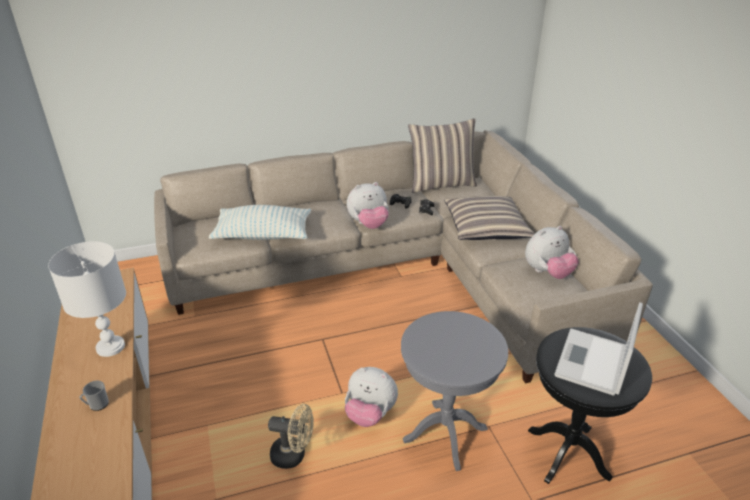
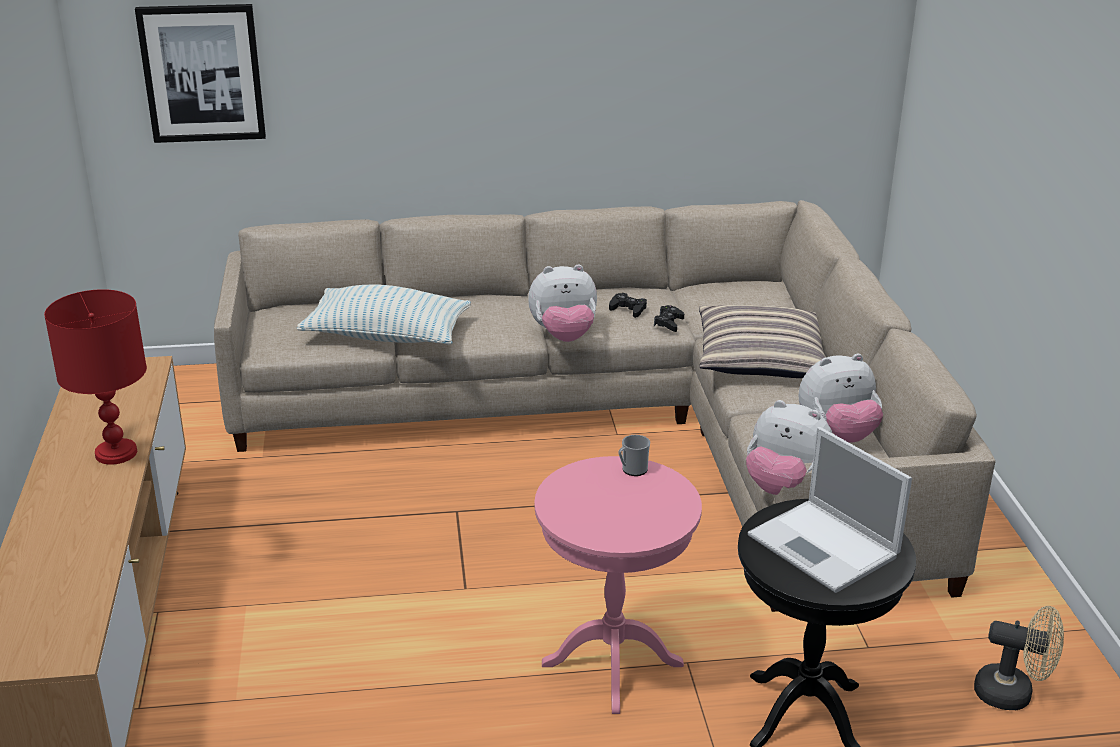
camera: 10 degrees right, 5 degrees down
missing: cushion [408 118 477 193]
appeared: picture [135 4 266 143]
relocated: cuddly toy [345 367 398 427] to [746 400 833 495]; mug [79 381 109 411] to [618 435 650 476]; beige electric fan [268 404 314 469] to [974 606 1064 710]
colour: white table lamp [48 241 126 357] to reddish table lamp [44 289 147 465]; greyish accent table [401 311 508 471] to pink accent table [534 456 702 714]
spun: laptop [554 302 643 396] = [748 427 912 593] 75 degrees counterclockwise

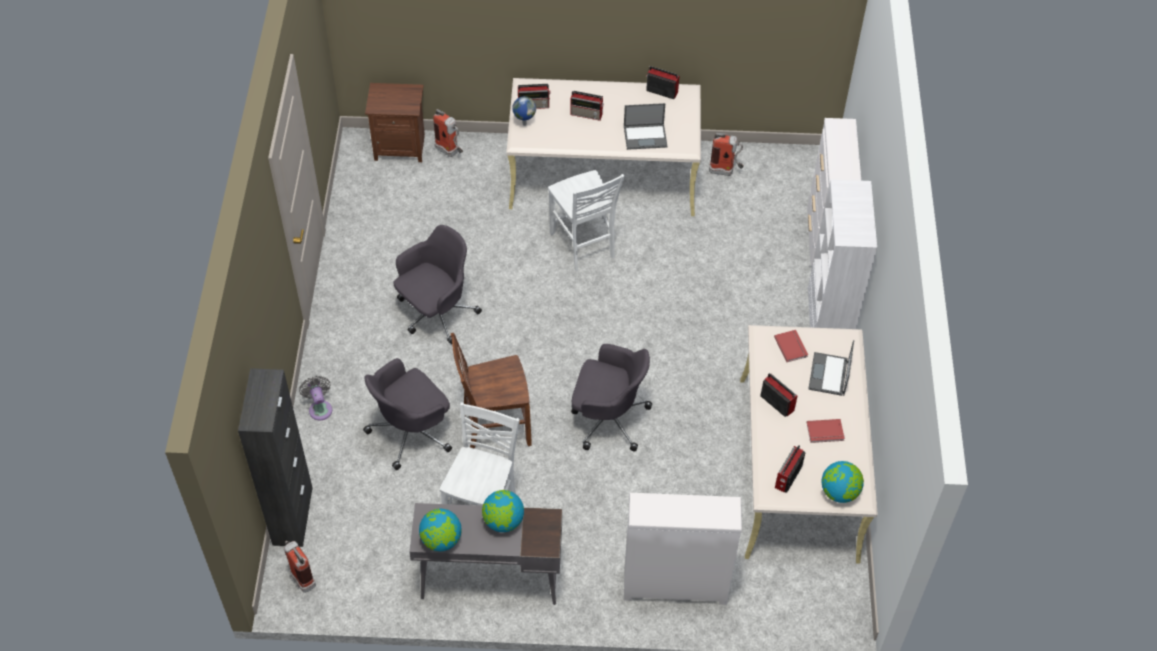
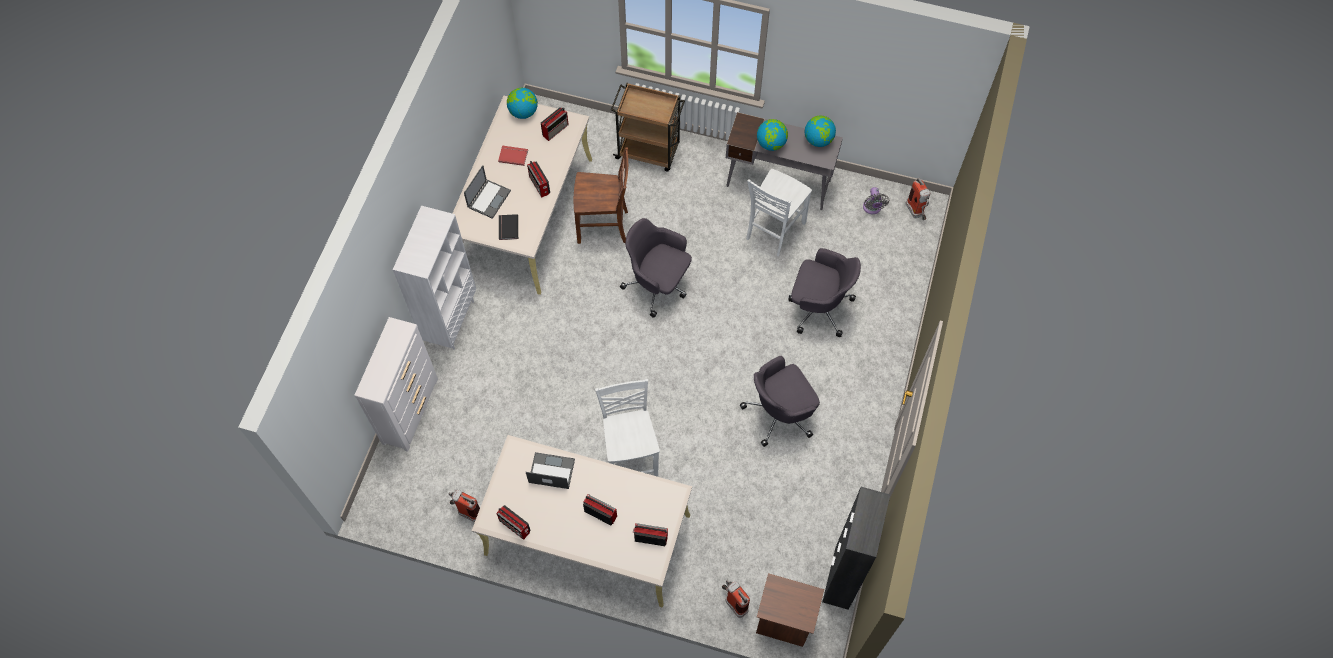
camera: 165 degrees left, 10 degrees up
missing: globe [512 96 536 126]
relocated: brown-coloured upright chair [451 333 532 449] to [574 147 628 244]; blackish cabinet [238 368 313 547] to [822 487 890 610]; greyish electric fan [299 376 332 421] to [863 187 889 214]
exchanged: white chest of drawers [624 493 742 605] to brown-coloured trolley [611 82 685 172]
colour: reddish bound book [774 330 808 362] to blackish bound book [499 214 518 240]
spun: greyish desk chair [363 358 452 470] = [788 248 861 337] 45 degrees clockwise

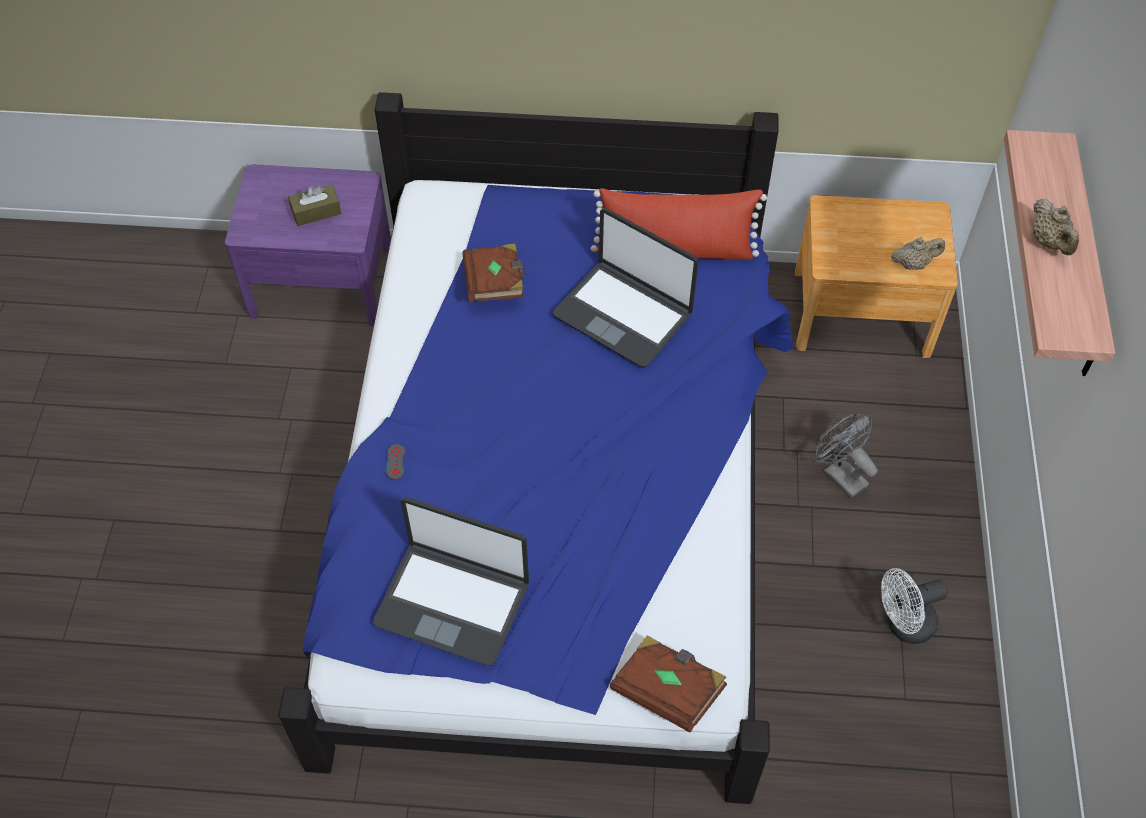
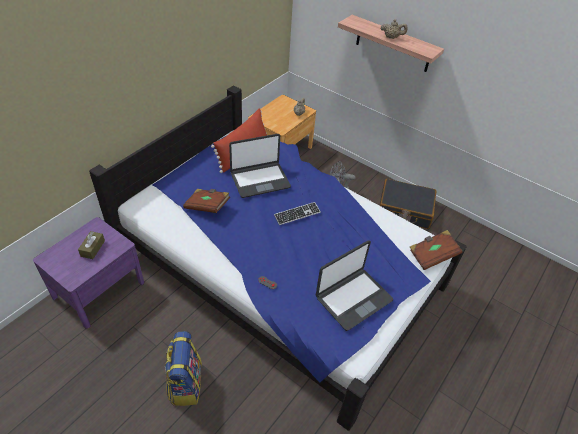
camera: 60 degrees left, 10 degrees down
appeared: computer keyboard [274 202 321 225]; rucksack [165 331 202 406]
exchanged: white electric fan [881 568 948 644] to blackish travel case [380 178 437 229]

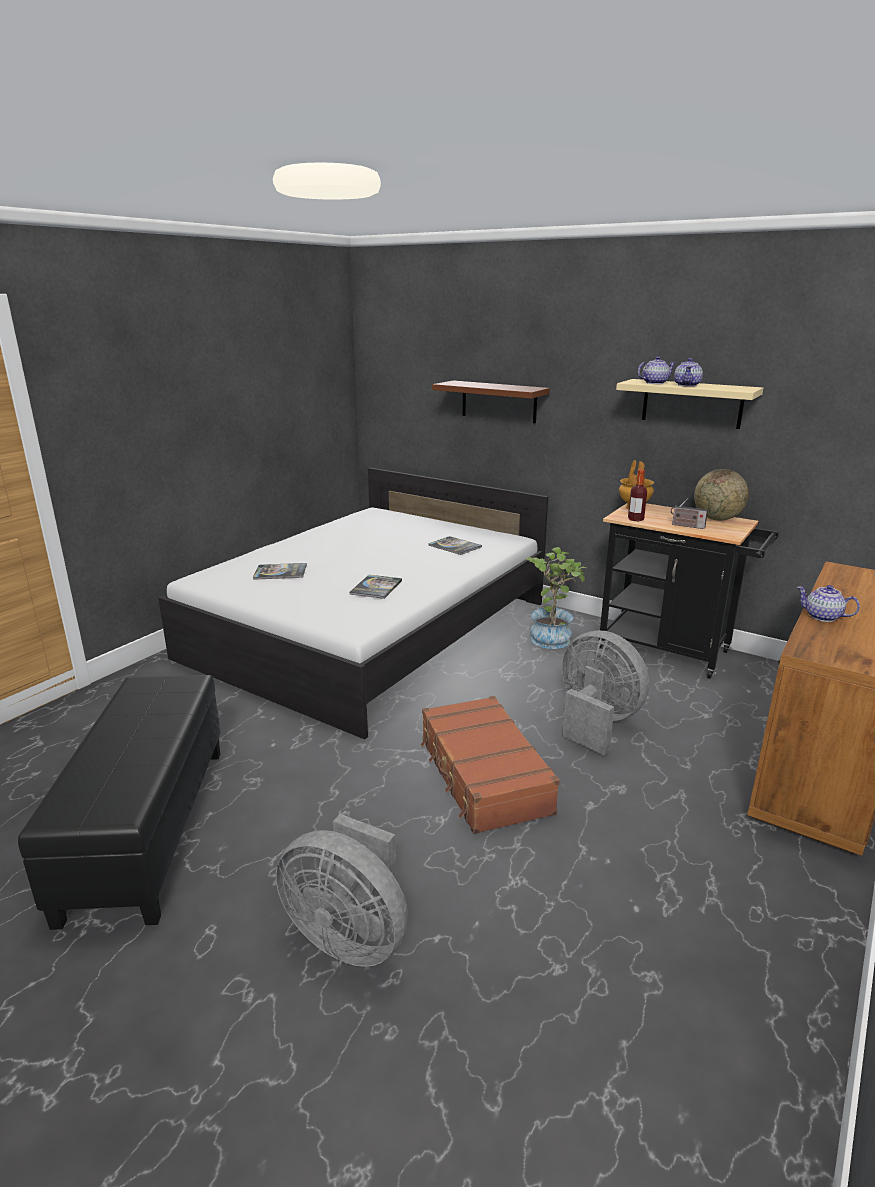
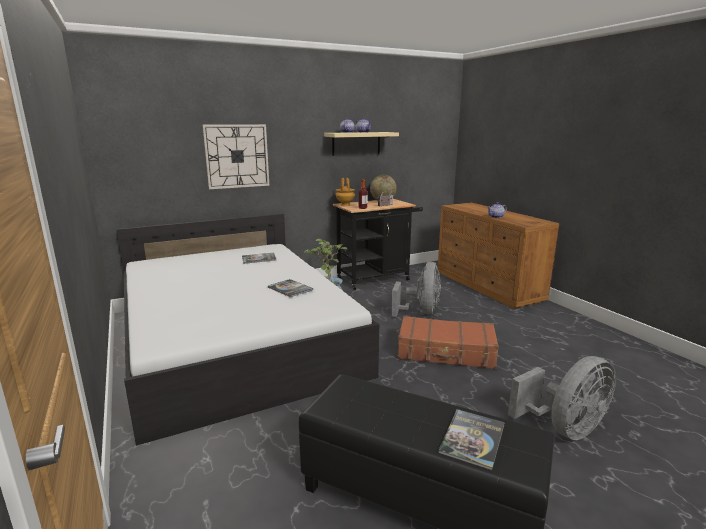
camera: 60 degrees left, 5 degrees down
relocated: bound book [253 563 307 580] to [438 409 505 471]
exchanged: brown-coloured wall shelf [432 380 550 423] to wall clock [202 124 269 189]
spun: greyish electric fan [562 630 649 755] = [391 262 441 317] 120 degrees clockwise

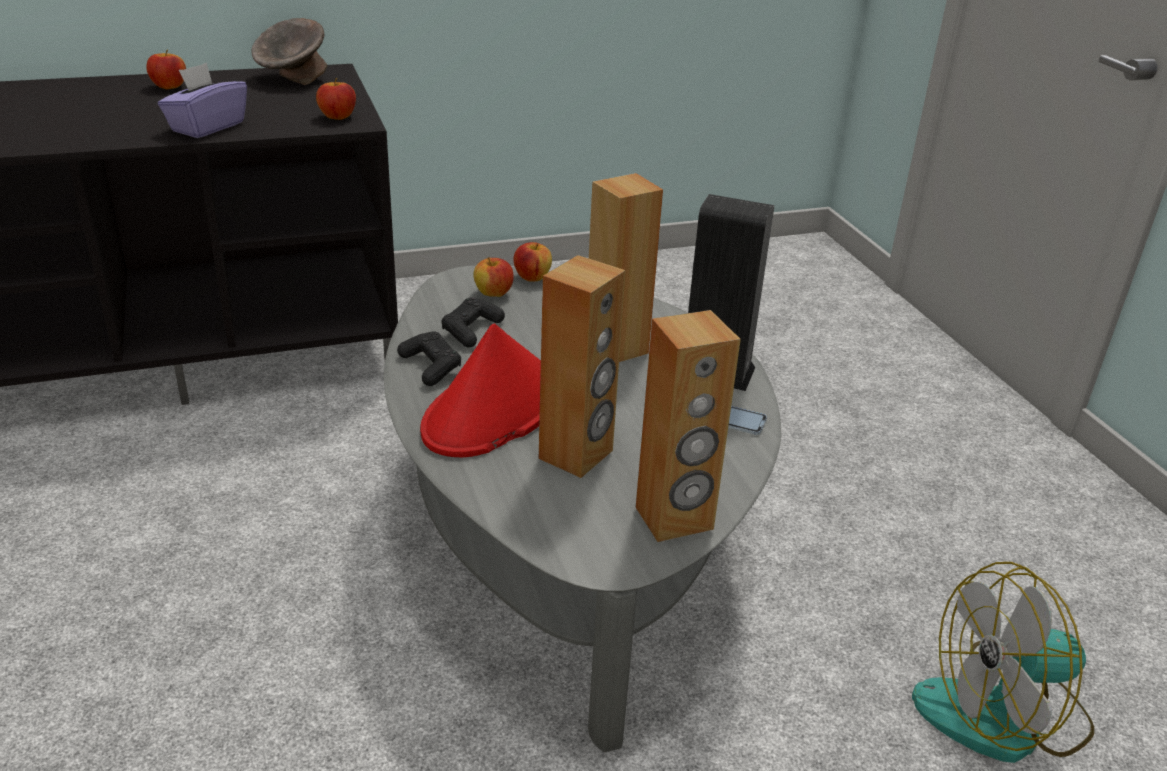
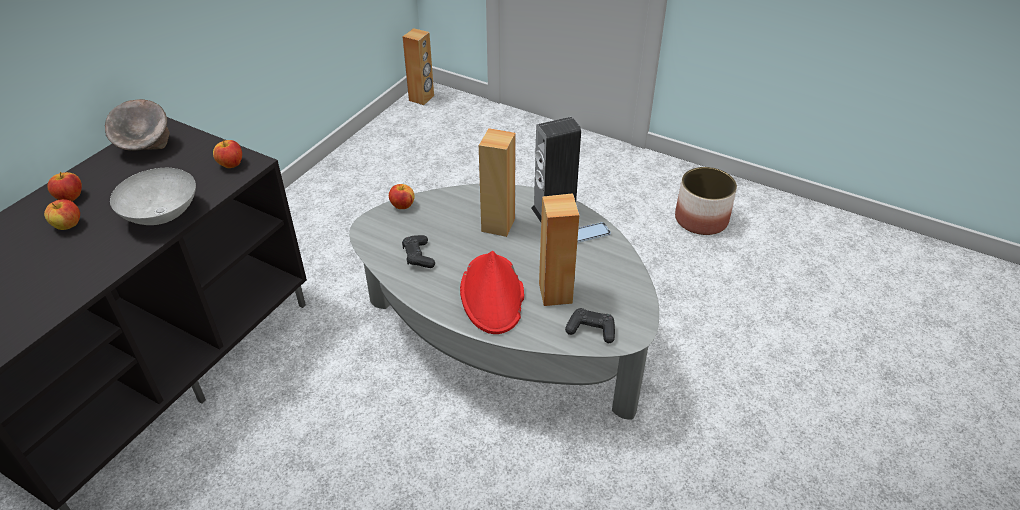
camera: 40 degrees left, 10 degrees up
missing: electric fan [912 562 1094 763]
appeared: flower pot [675 167 737 235]
relocated: apple fruit [473 257 514 297] to [44 199 80 230]; brown-coloured audio speaker [636 310 741 542] to [402 28 434 105]; blackish joypad [397 331 461 386] to [565 308 615 343]
exchanged: purple-coloured box of tissues [158 62 247 138] to greyish serving bowl [110 168 196 225]

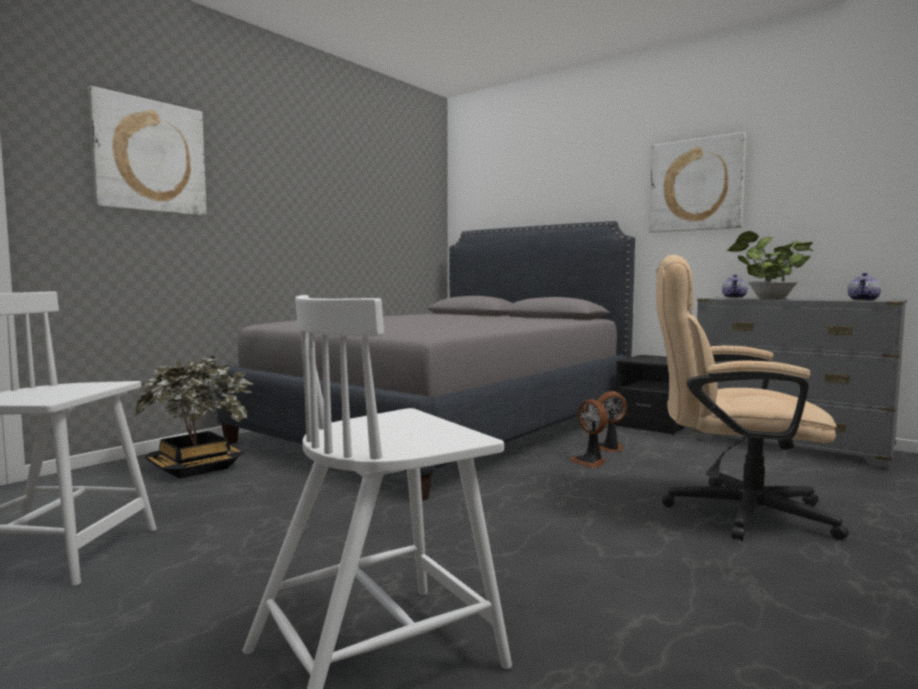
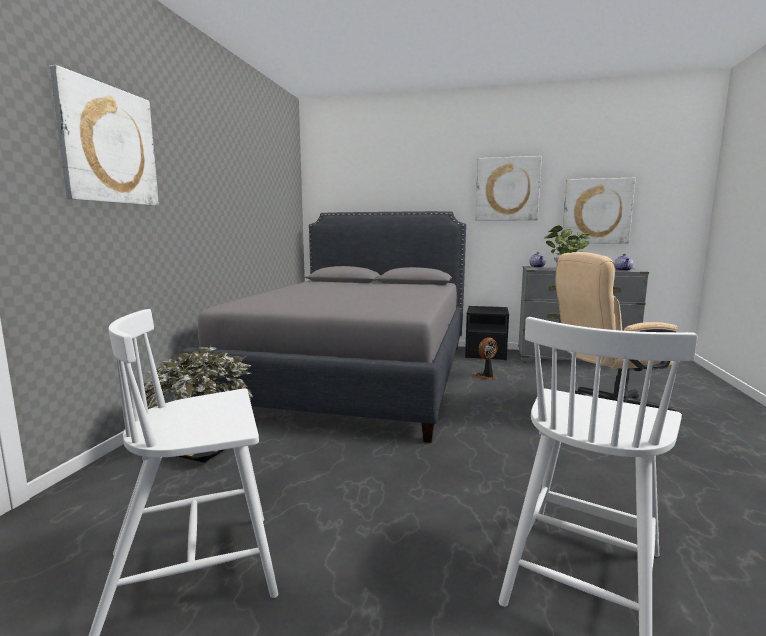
camera: 25 degrees left, 5 degrees up
missing: electric fan [569 399 608 468]
appeared: picture [562 178 636 244]

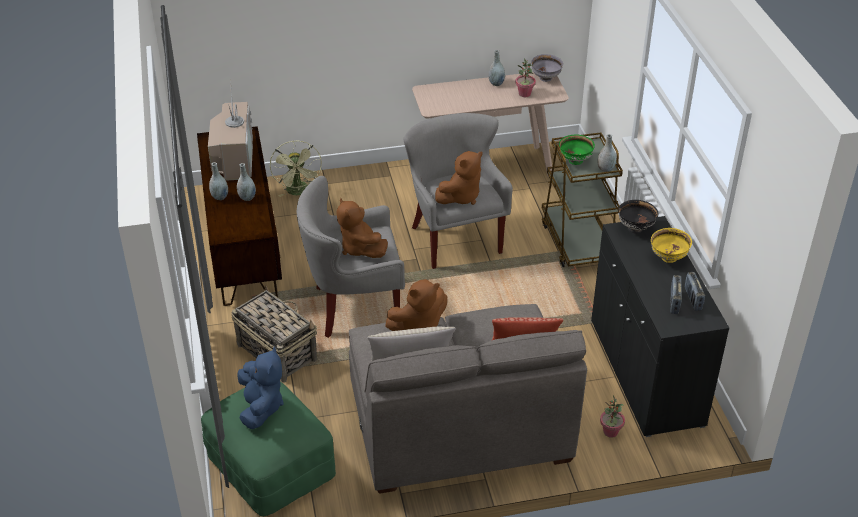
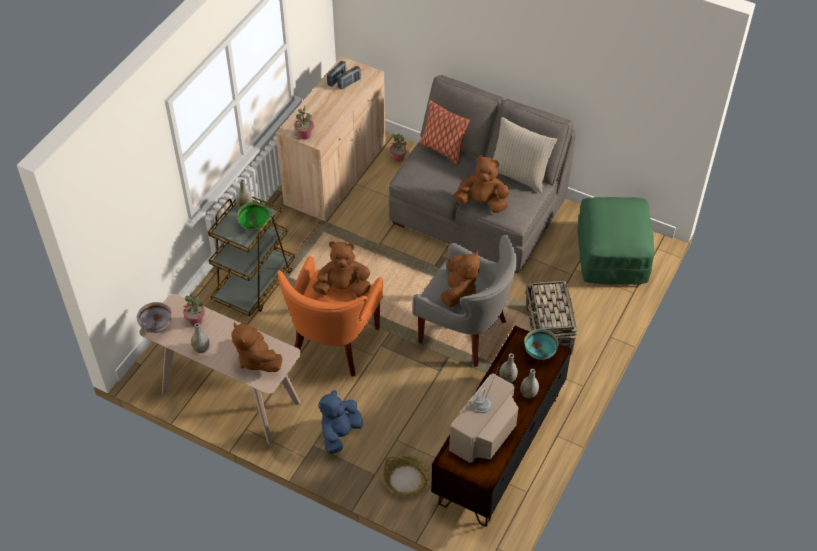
camera: 140 degrees left, 10 degrees up
missing: yellow-coloured serving bowl [651 228 692 263]
appeared: brown-coloured cuddly toy [231 322 282 372]; turquoise serving bowl [524 329 559 360]
relocated: bluish cuddly toy [237 347 284 429] to [318 390 363 454]
exchanged: green electric fan [270 140 322 197] to household basket [383 455 429 496]; blackish serving bowl [618 200 658 234] to potted plant [295 105 314 140]
colour: greyish armchair [404 113 513 269] to orange armchair [277 256 383 377]; blackish cabinet [591 216 729 437] to beige cabinet [275 56 386 221]

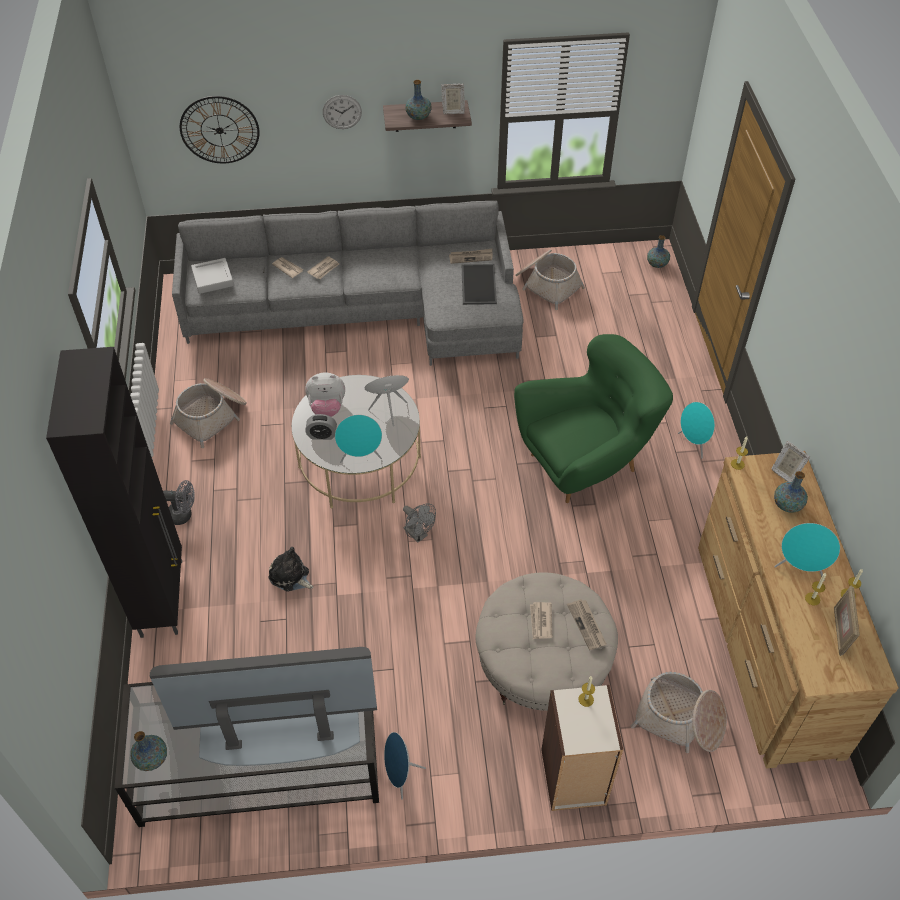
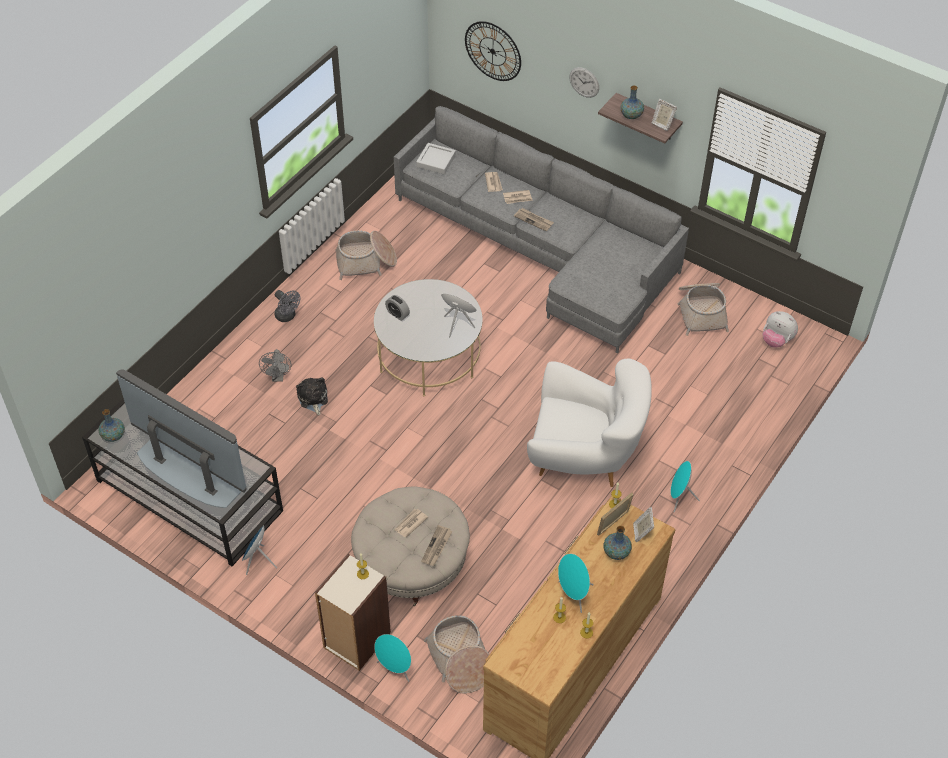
camera: 40 degrees right, 0 degrees up
missing: flower vase [647 235 670 268]; serving tray [462 264 497 305]; blackish cabinet [46 347 182 638]
relocated: newspaper [449 249 493 264] to [514 208 554 231]; cuddly toy [305 373 345 417] to [763 311 798 348]; turquoise audio speaker [335 415 382 463] to [374 634 411 682]; greyish electric fan [403 503 436 543] to [259 349 291 382]; photo frame [834 586 860 656] to [597 493 633 535]
colour: green armchair [514 334 673 503] to white armchair [527 359 652 487]

